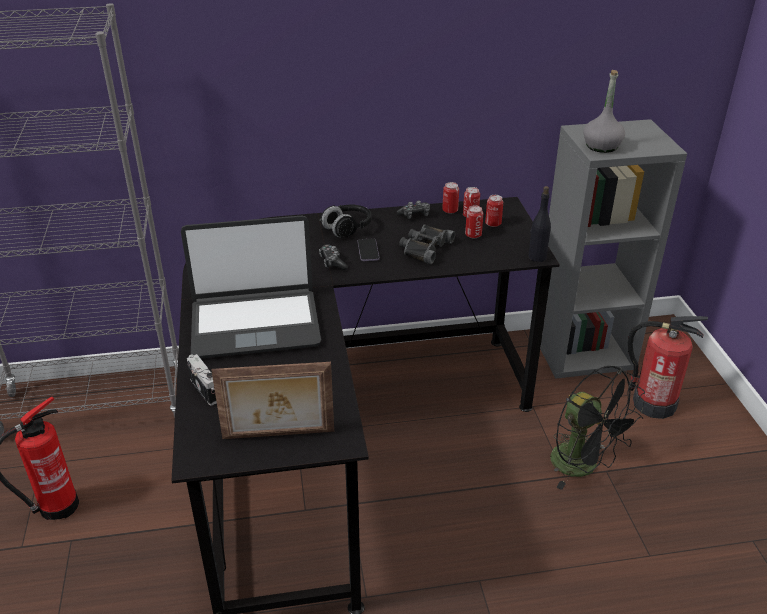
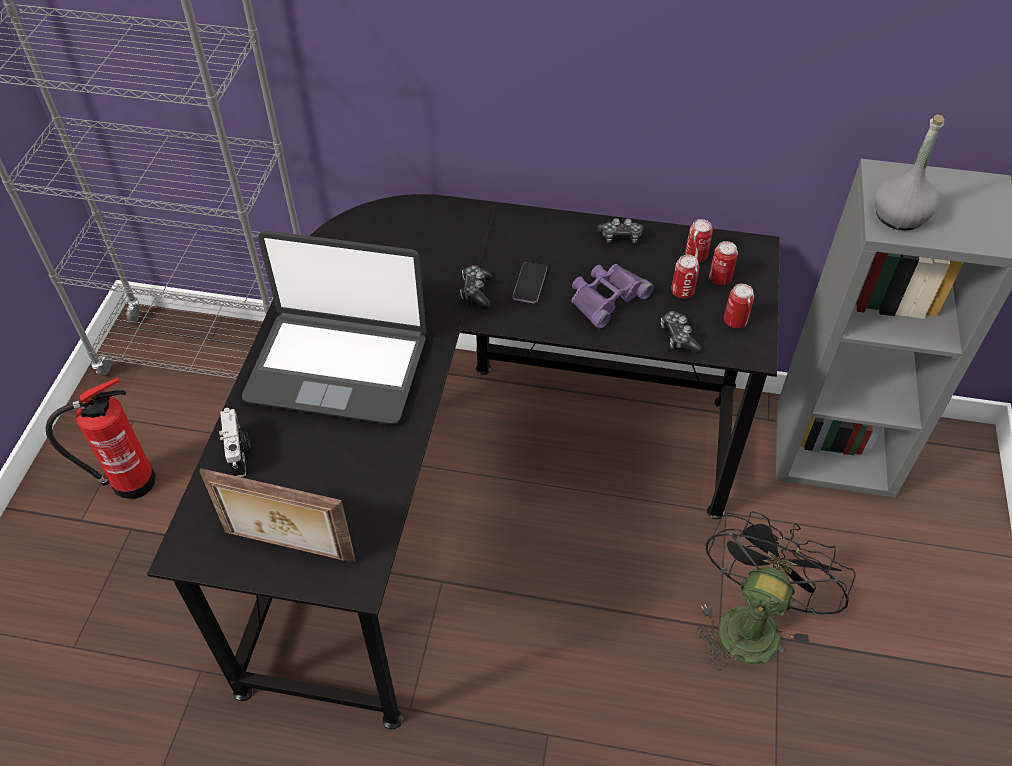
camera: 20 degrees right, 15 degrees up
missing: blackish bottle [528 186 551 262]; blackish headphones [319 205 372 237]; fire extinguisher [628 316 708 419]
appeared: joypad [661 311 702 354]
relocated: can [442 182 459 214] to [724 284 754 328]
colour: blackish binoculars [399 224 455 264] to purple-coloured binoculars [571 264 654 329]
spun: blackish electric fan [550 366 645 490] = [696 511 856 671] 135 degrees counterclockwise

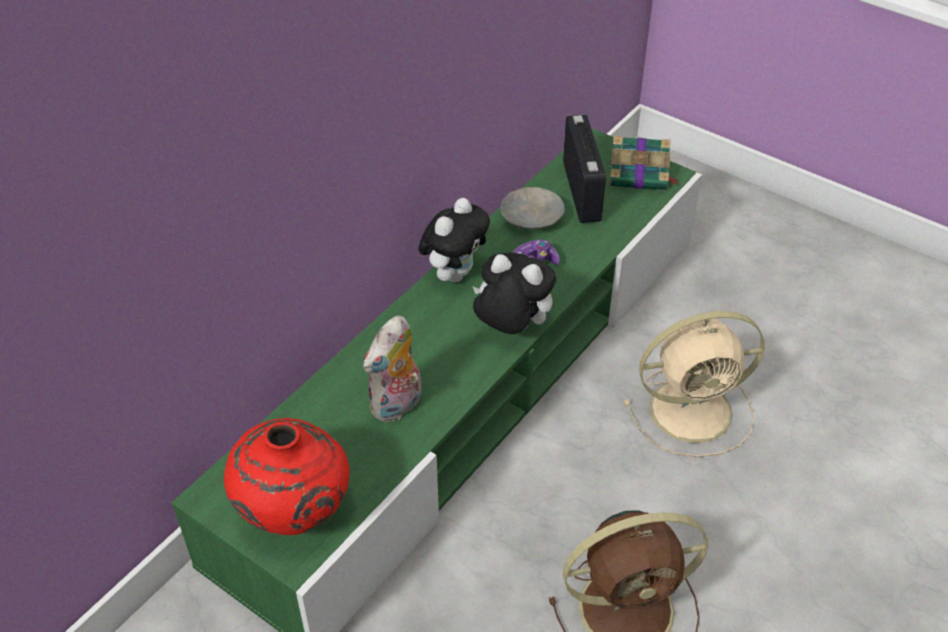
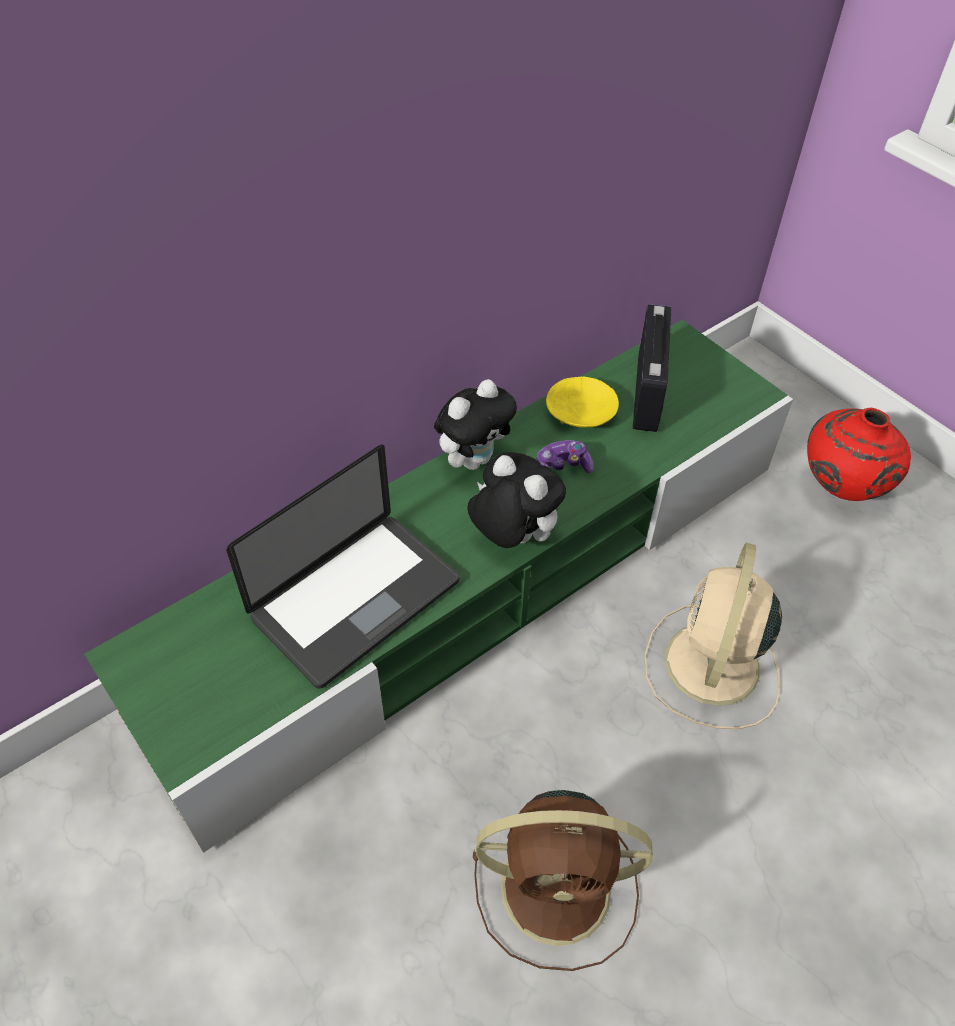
camera: 15 degrees right, 5 degrees up
missing: bound book [610 136 678 190]
relocated: reddish flower vase [224 418 350 535] to [807 408 911 501]
exchanged: cuddly toy [363 316 422 422] to laptop [226 444 459 689]
colour: greyish serving bowl [500 187 565 230] to yellow-coloured serving bowl [546 377 619 427]
spun: beige electric fan [624 311 765 457] = [644 543 782 729] 105 degrees clockwise

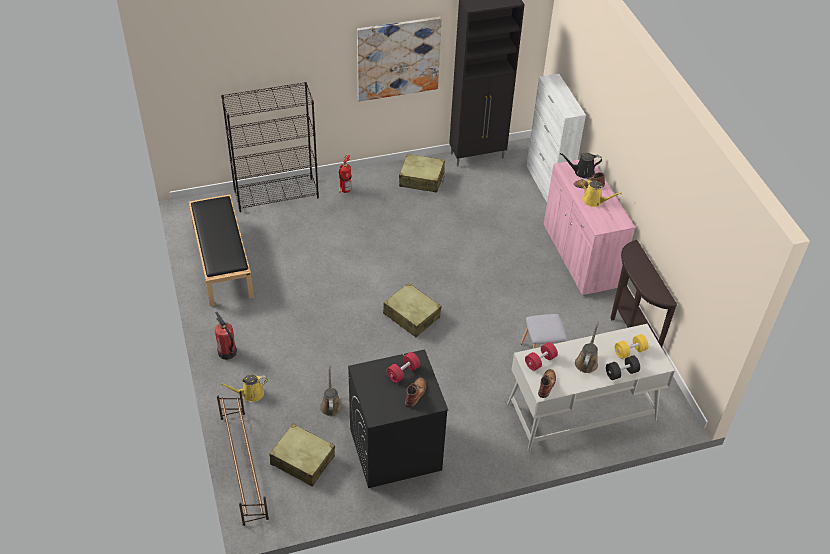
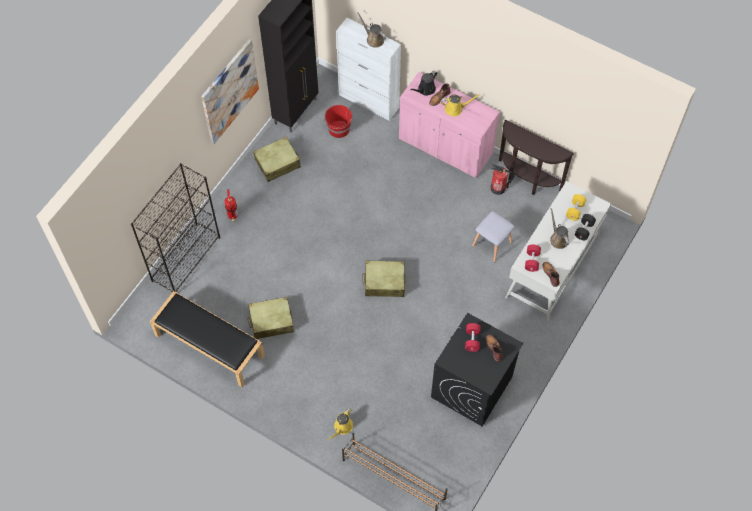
camera: 40 degrees left, 15 degrees up
appeared: reddish water bucket [324 105 352 138]
relocated: fire extinguisher [214 311 237 360] to [491 164 514 195]; brown-coloured watering can [320 365 342 416] to [357 12 386 48]; beige travel case [269 424 335 487] to [248 297 294 339]

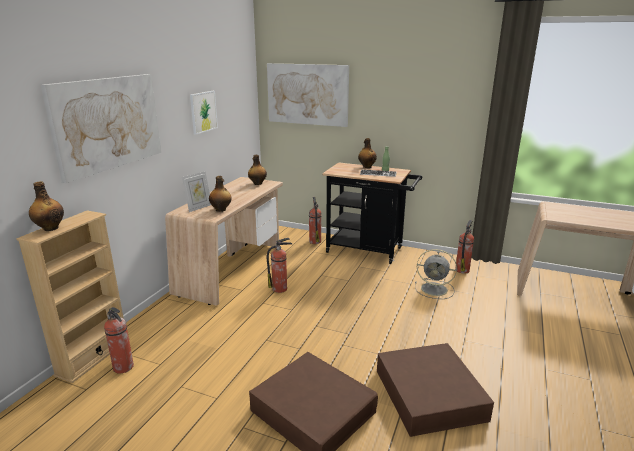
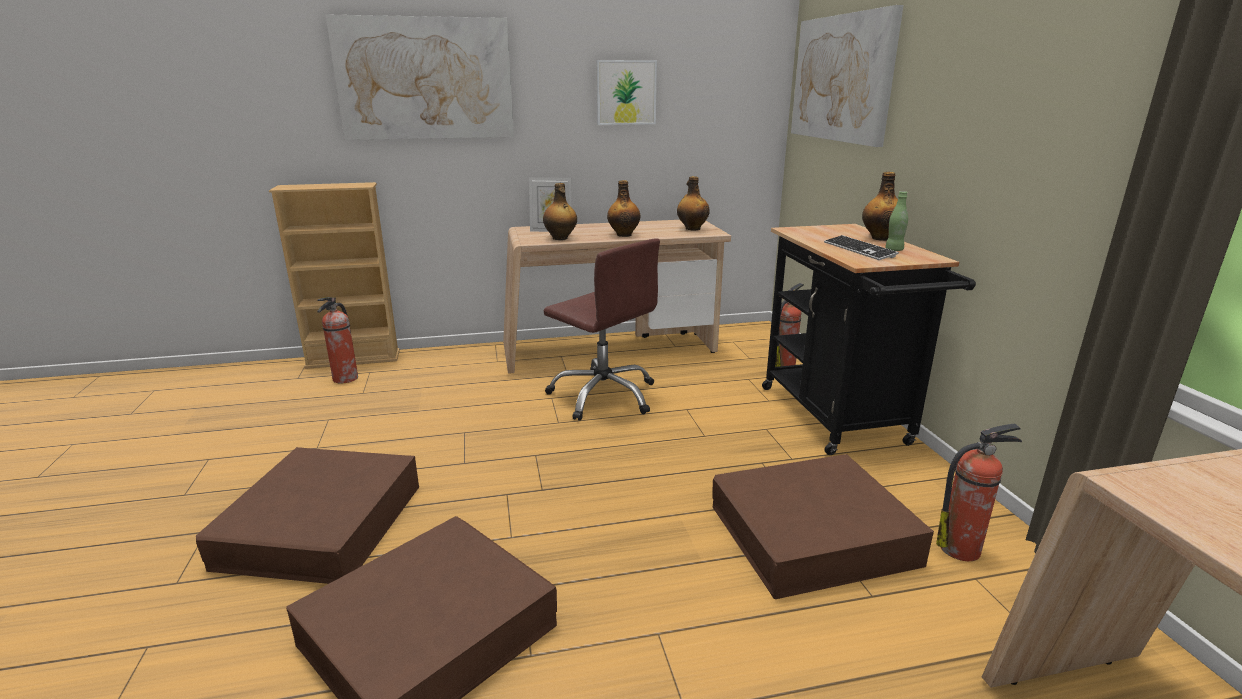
camera: 55 degrees right, 0 degrees up
relocated: bottle [29 181 64 231] to [607 180 640 237]
exchanged: fire extinguisher [267 238 292 293] to brown-coloured desk chair [544 238 660 421]; greyish electric fan [415 249 457 299] to brown-coloured storage box [712 454 934 599]

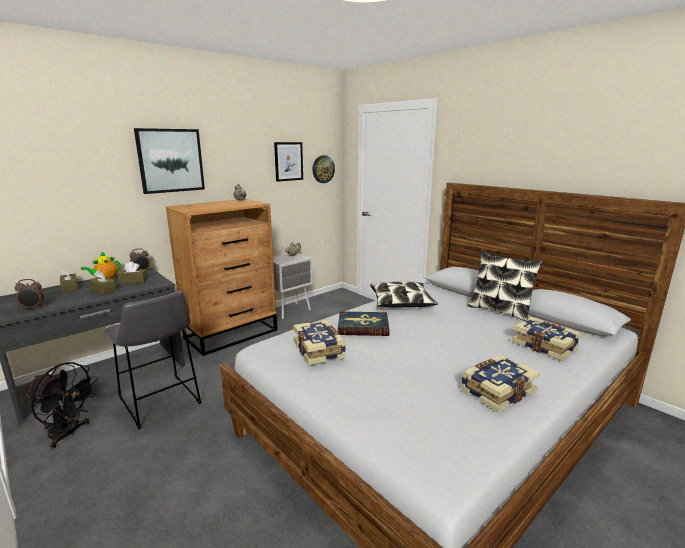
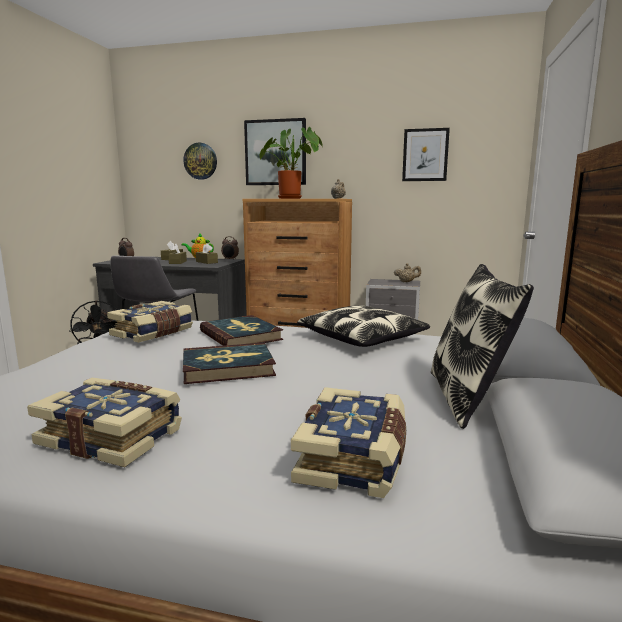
camera: 55 degrees right, 5 degrees down
appeared: potted plant [260 127 323 199]; bound book [183 343 276 384]
relocated: wall clock [313 155 335 183] to [183 143 217 180]

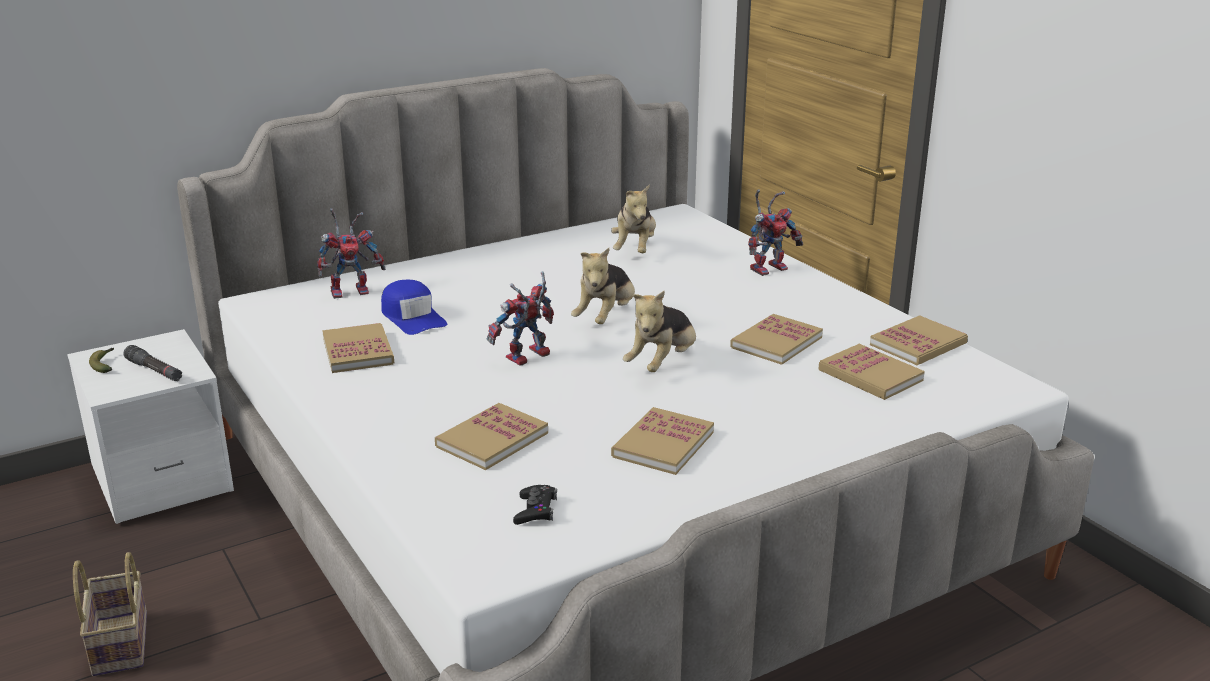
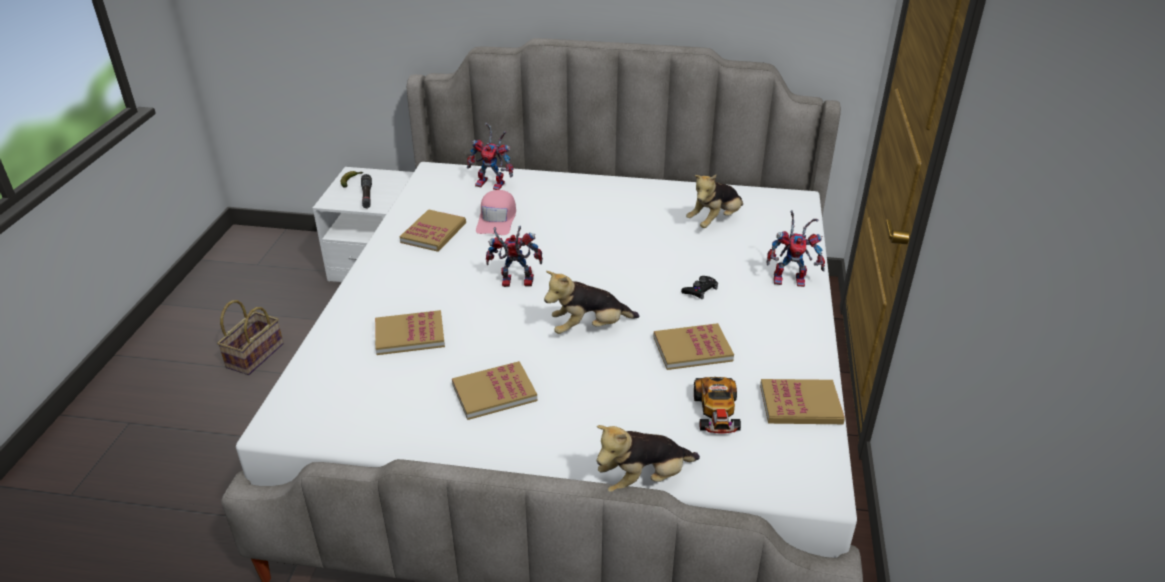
camera: 40 degrees right, 10 degrees up
relocated: cuddly toy [571 248 635 324] to [597 425 700 492]; blackish joypad [513 485 557 525] to [681 276 718 299]
exchanged: bound book [818 344 925 400] to miniature car [694 377 741 434]
colour: bluish peaked cap [381 280 447 335] to pink peaked cap [476 190 516 235]

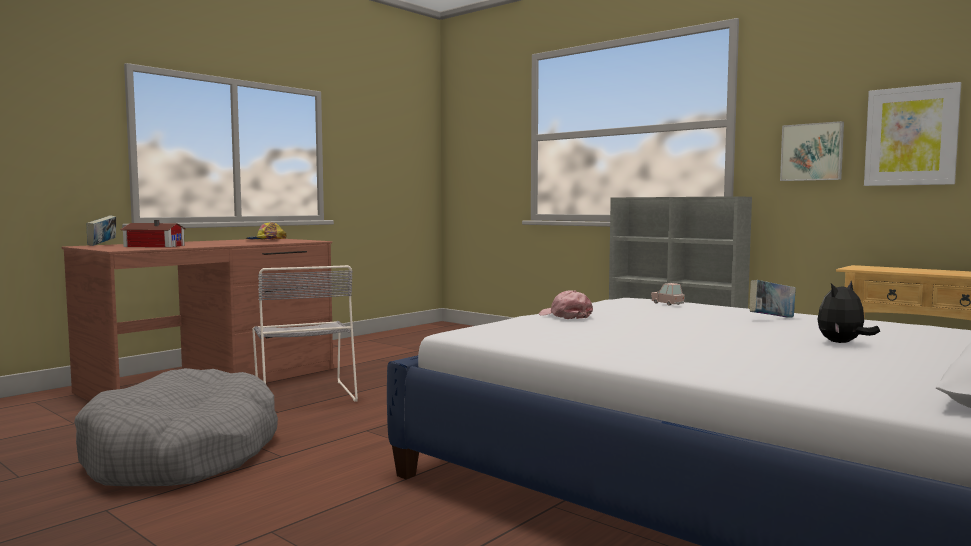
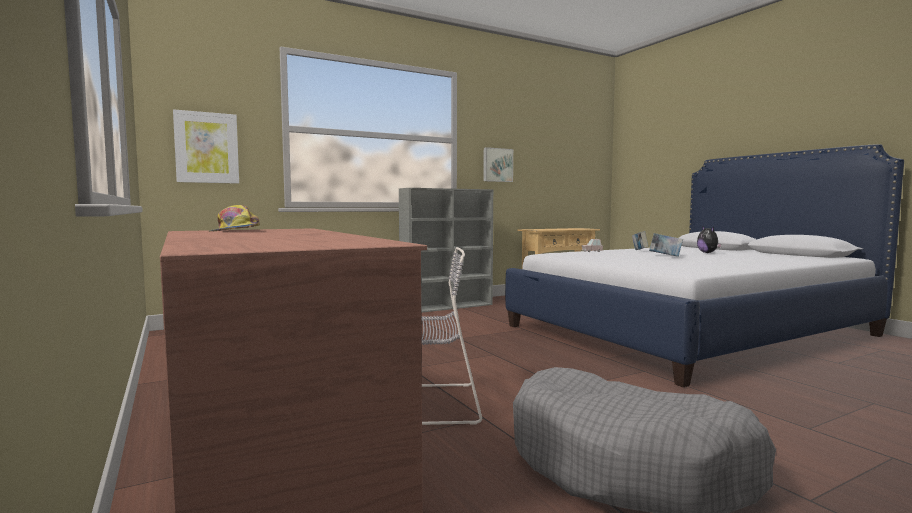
camera: 70 degrees left, 0 degrees up
missing: toy house [121 220 186 247]; pink peaked cap [539 290 593 319]
relocated: picture [864 82 961 186] to [173 109 239 184]; bound book [87 215 116 246] to [649 233 683 257]

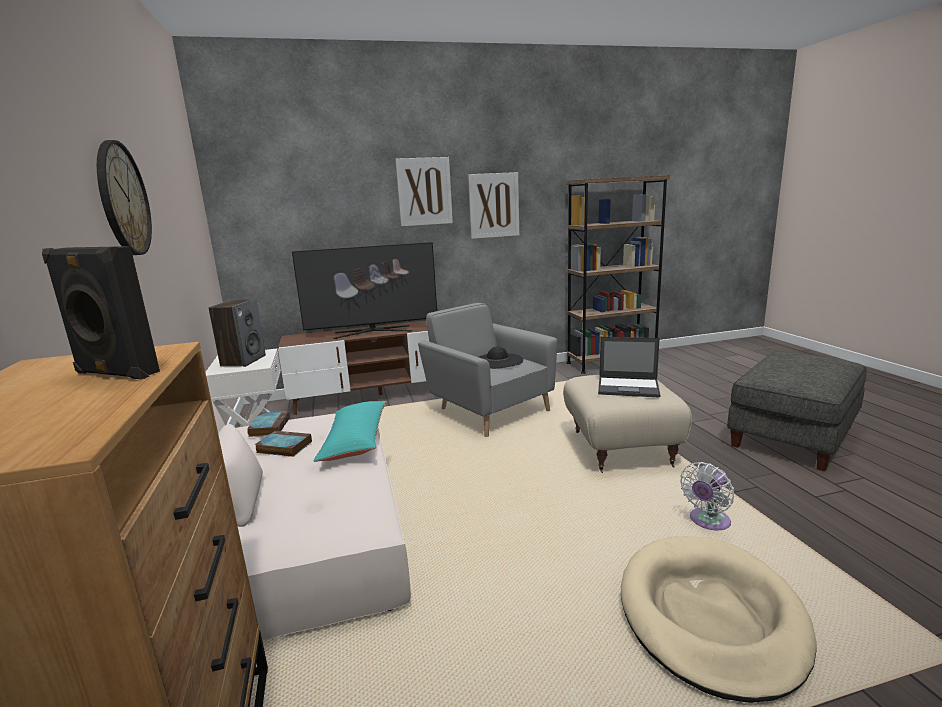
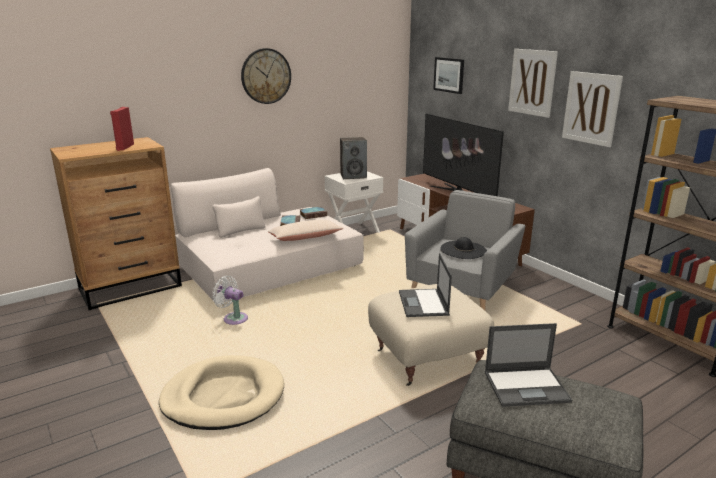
camera: 70 degrees right, 5 degrees up
appeared: picture [433 57 464 94]; laptop [485 323 572 407]
relocated: white electric fan [680 462 734 530] to [212 276 248 325]
colour: blackish audio speaker [42 246 160 380] to reddish audio speaker [110 107 134 151]; turquoise cushion [314 401 387 462] to beige cushion [268 220 344 241]

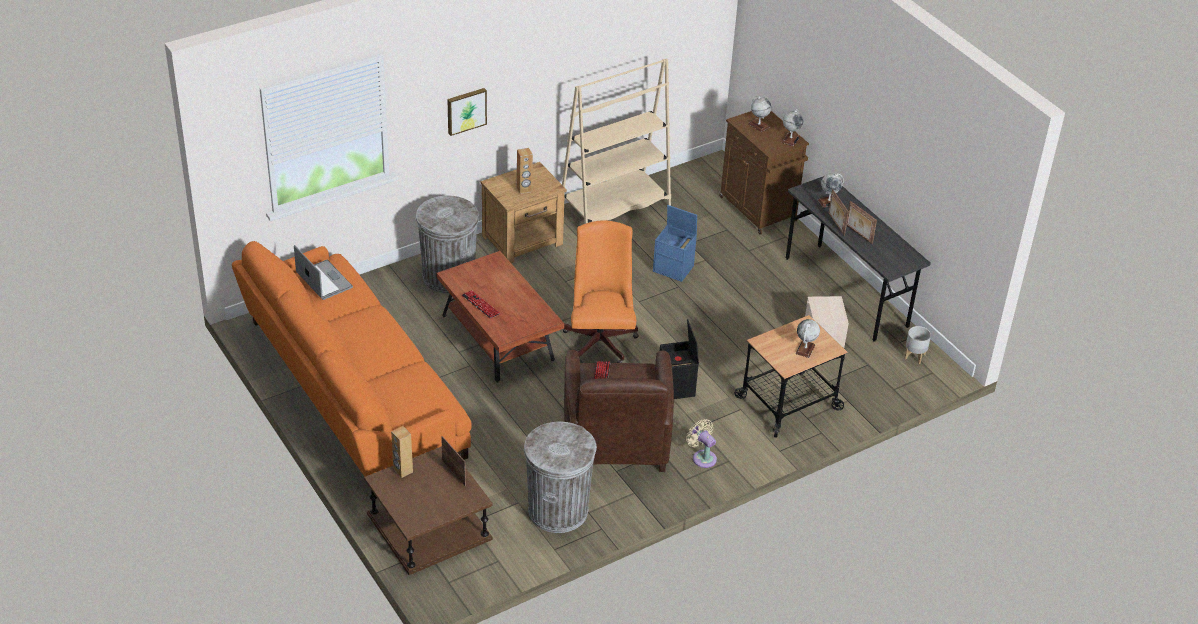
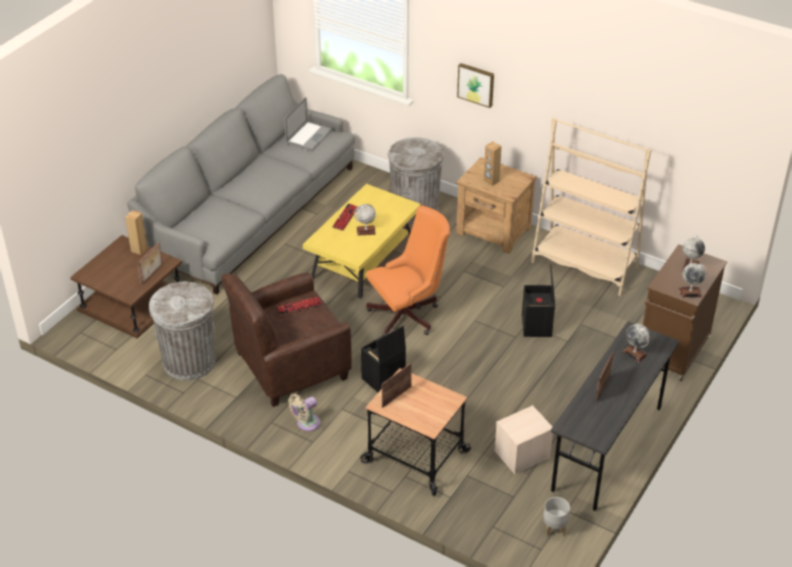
camera: 65 degrees right, 0 degrees up
relocated: photo frame [829 189 849 236] to [382 363 412 408]; globe [795 319 820 358] to [354 204 376 235]
colour: bluish storage box [653 205 697 282] to blackish storage box [522 264 555 337]; orange sofa [232 241 472 477] to greyish sofa [127 74 355 295]; brown-coloured lounge table [437 251 564 383] to yellow-coloured lounge table [303 184 421 299]
spun: beige electric fan [686 419 717 468] = [288 394 320 431] 150 degrees counterclockwise

